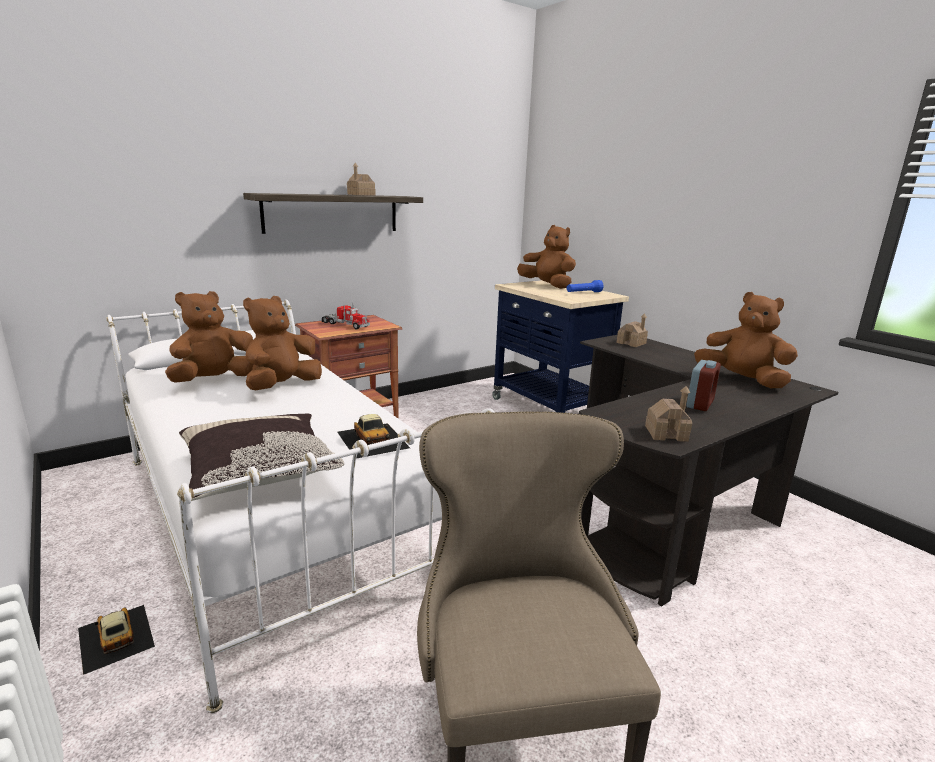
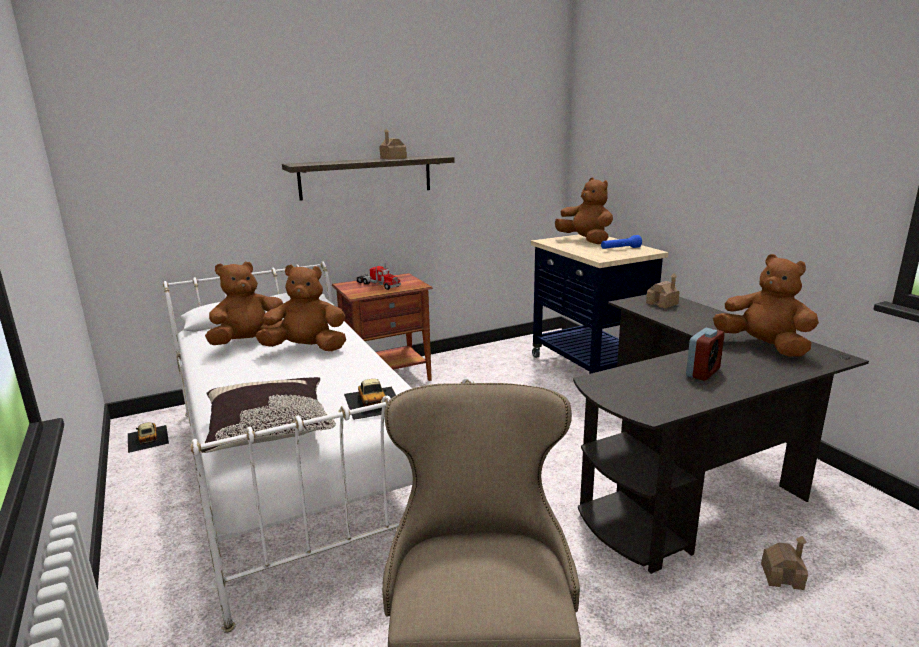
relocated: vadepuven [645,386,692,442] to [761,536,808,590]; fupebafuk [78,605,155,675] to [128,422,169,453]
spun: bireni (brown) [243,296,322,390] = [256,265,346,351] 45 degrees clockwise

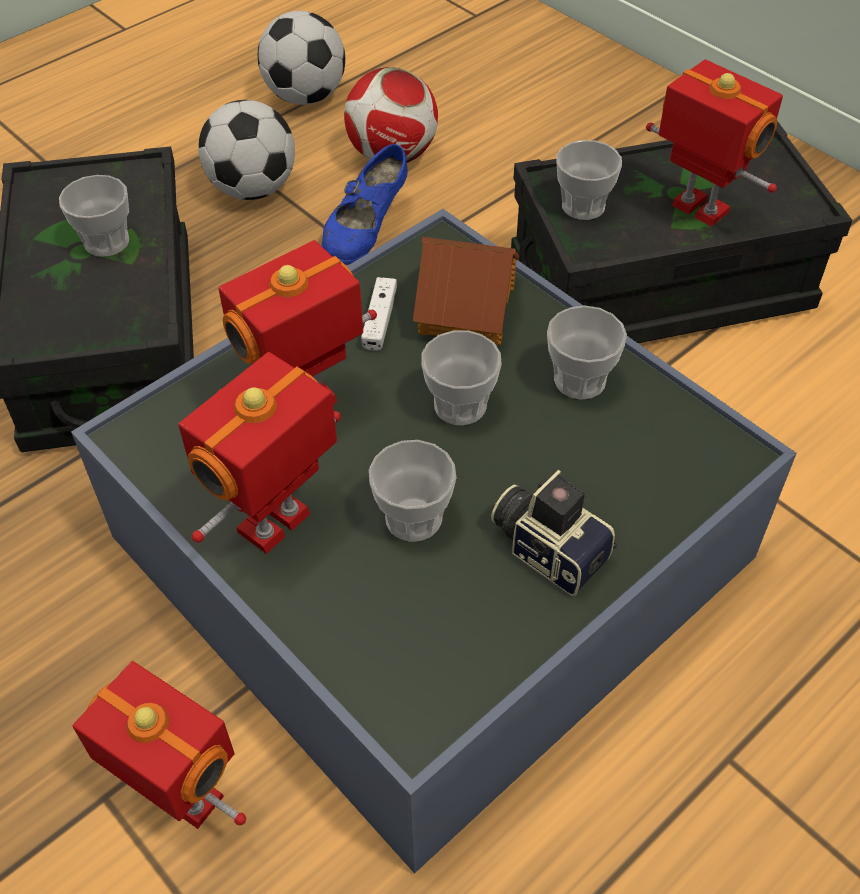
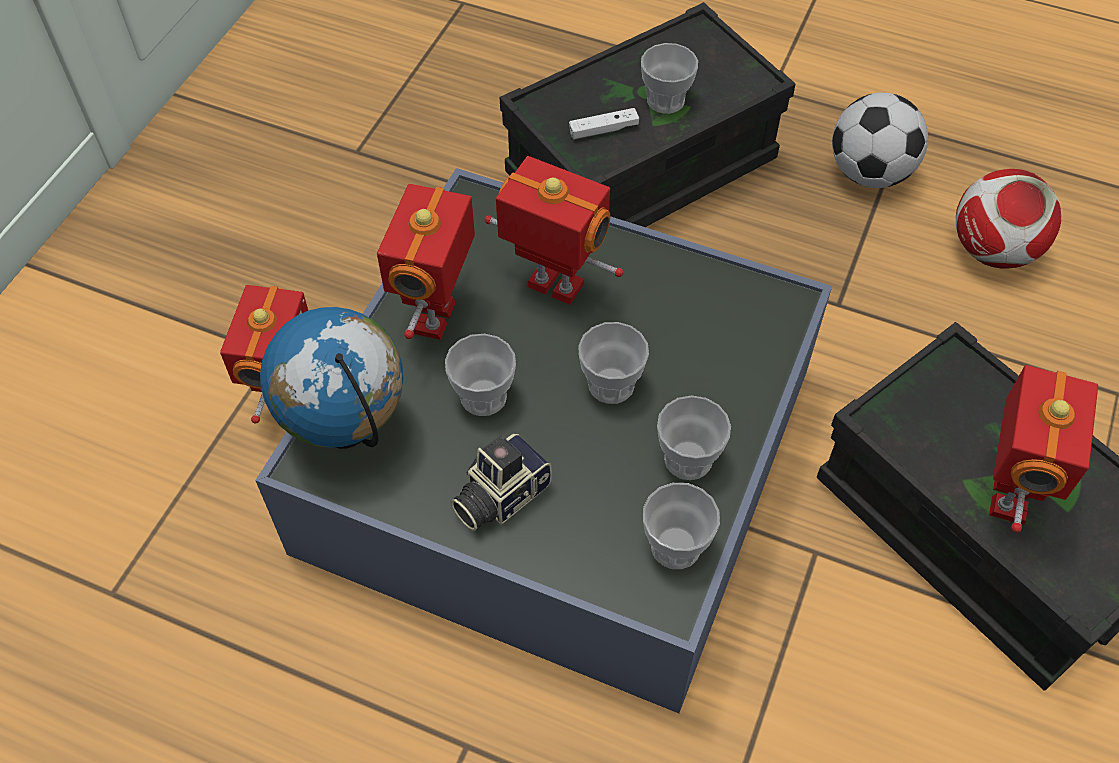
missing: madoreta [258,11,345,105]; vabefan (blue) [321,144,408,265]; vadepuven [413,237,519,346]
appeared: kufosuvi [260,307,403,449]
relocated: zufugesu [557,140,622,220] to [643,483,720,569]; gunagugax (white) [361,277,397,351] to [569,108,639,140]
spun: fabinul [178,352,341,554] = [377,184,475,340] 90 degrees counterclockwise; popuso [491,470,618,596] = [450,434,552,531] 150 degrees counterclockwise

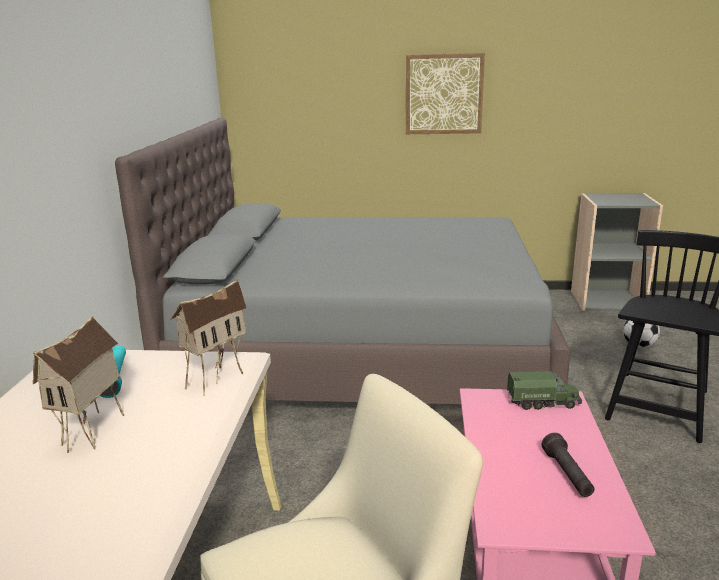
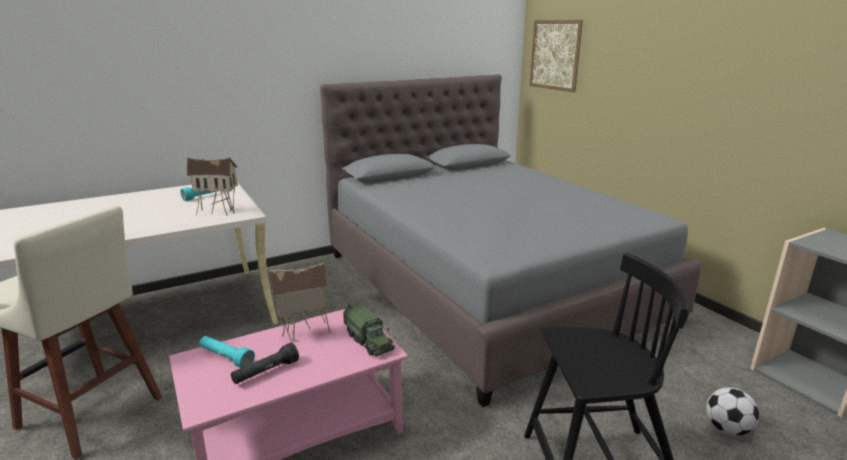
appeared: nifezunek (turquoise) [199,336,255,368]
relocated: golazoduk [406,52,485,134] to [530,18,583,93]; vadepuven [33,316,124,453] to [269,263,330,343]

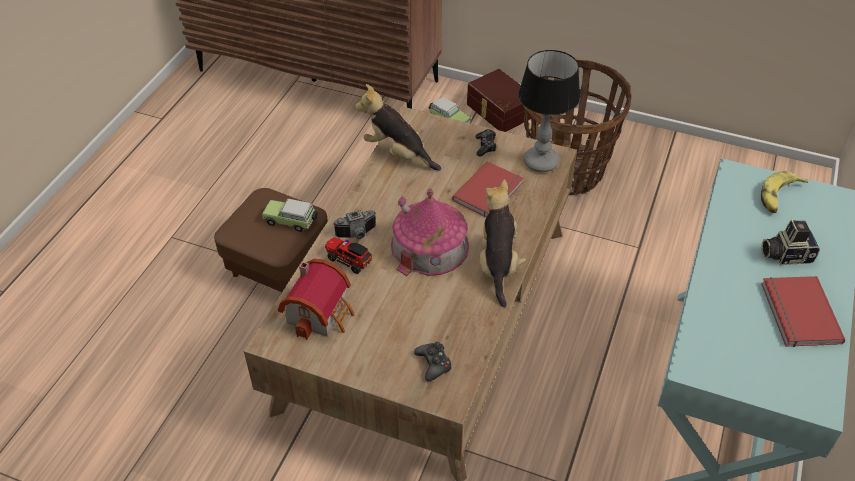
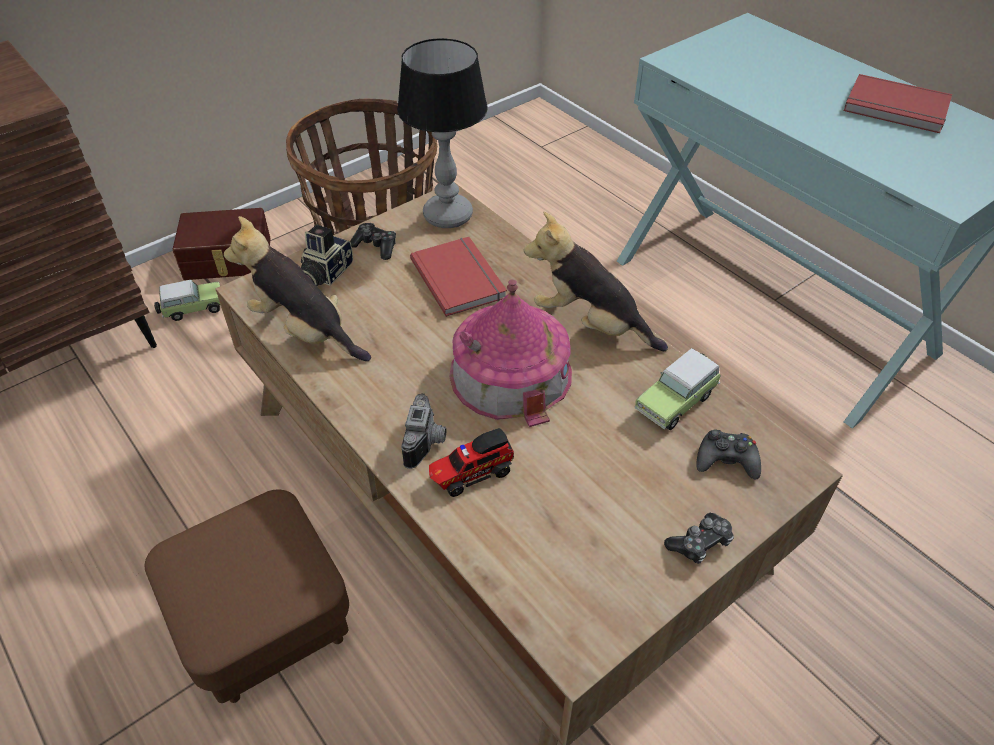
missing: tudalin [761,171,808,213]; vadepuven [278,259,354,340]
appeared: gunagugax [664,513,734,564]
relocated: fupebafuk [262,199,318,232] to [635,348,721,430]; popuso [761,219,820,265] to [301,225,353,286]
spun: bireni [355,84,441,171] = [224,216,371,361] 60 degrees clockwise

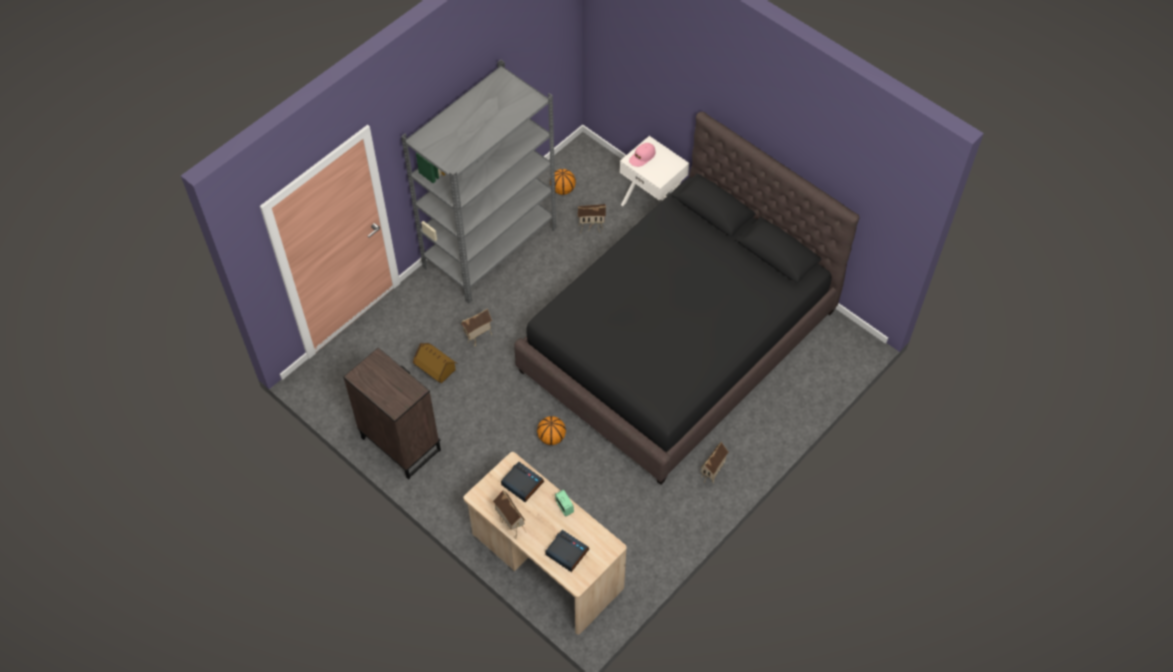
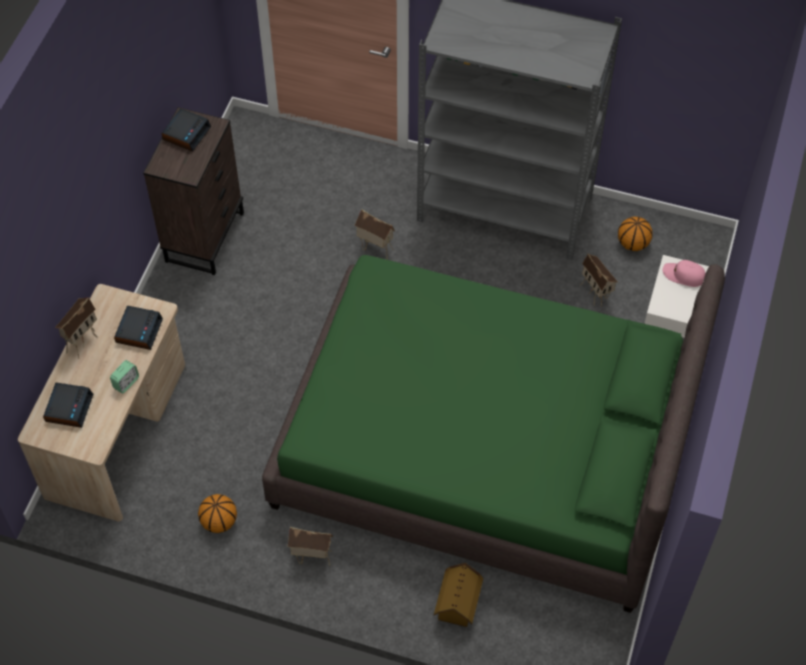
appeared: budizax [161,108,211,152]
relocated: vadepuven [413,343,457,384] to [433,563,483,627]; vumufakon [537,416,566,445] to [198,494,237,533]
colour: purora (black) [514,112,859,485] to purora (green) [262,255,725,613]

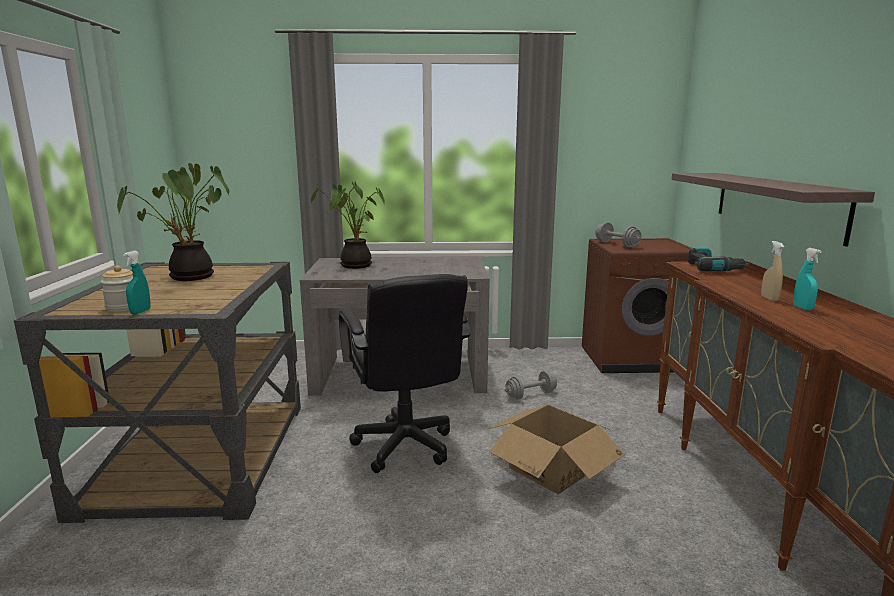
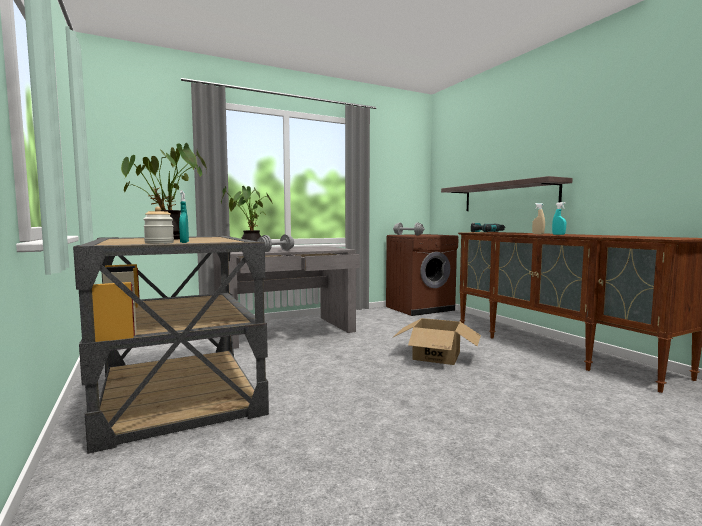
missing: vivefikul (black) [339,274,471,473]
relocated: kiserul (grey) [505,371,557,399] to [257,234,294,252]

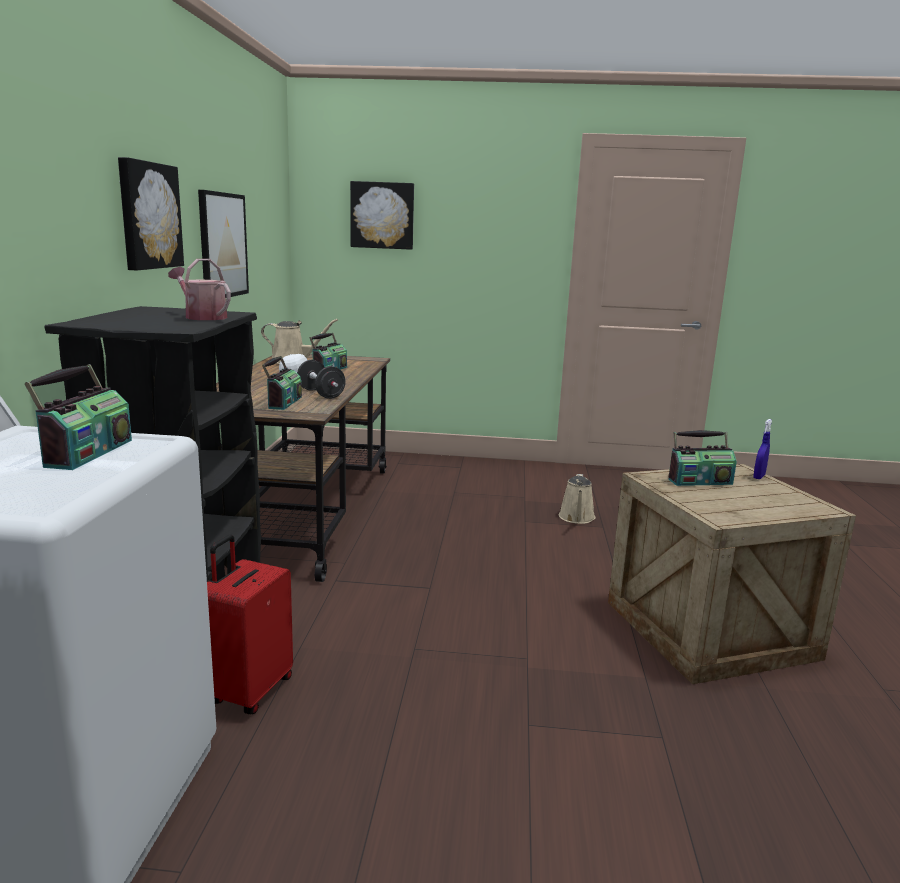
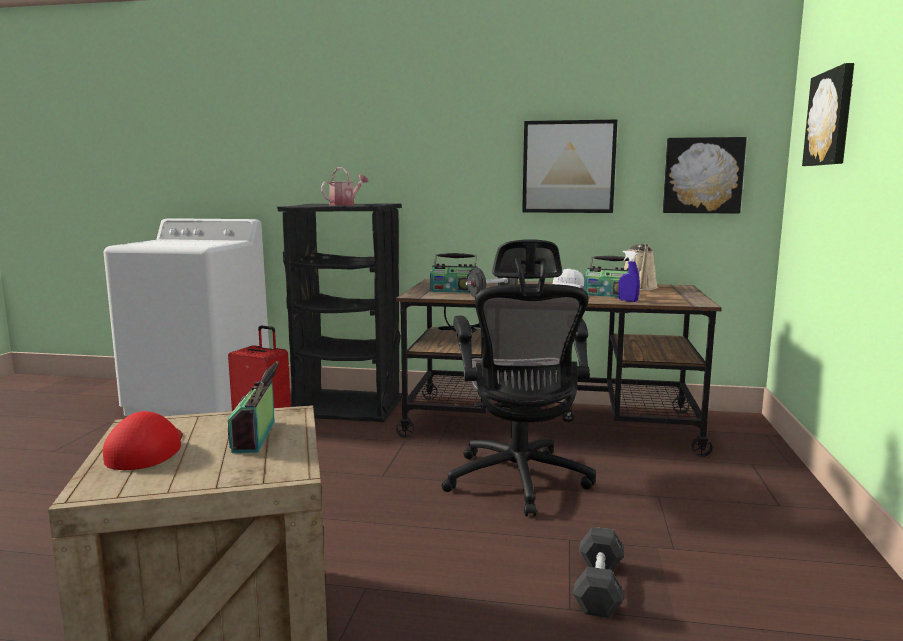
missing: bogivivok [25,364,132,470]
appeared: vivefikul [441,239,596,516]; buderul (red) [103,411,183,470]
relocated: golazoduk [118,157,184,270] to [663,137,747,214]; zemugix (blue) [753,419,772,479] to [618,251,640,302]
exchanged: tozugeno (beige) [559,474,595,524] to kiserul (grey) [573,527,624,618]

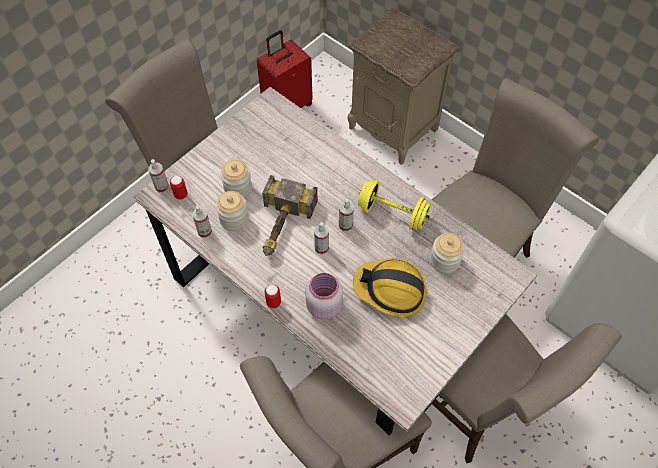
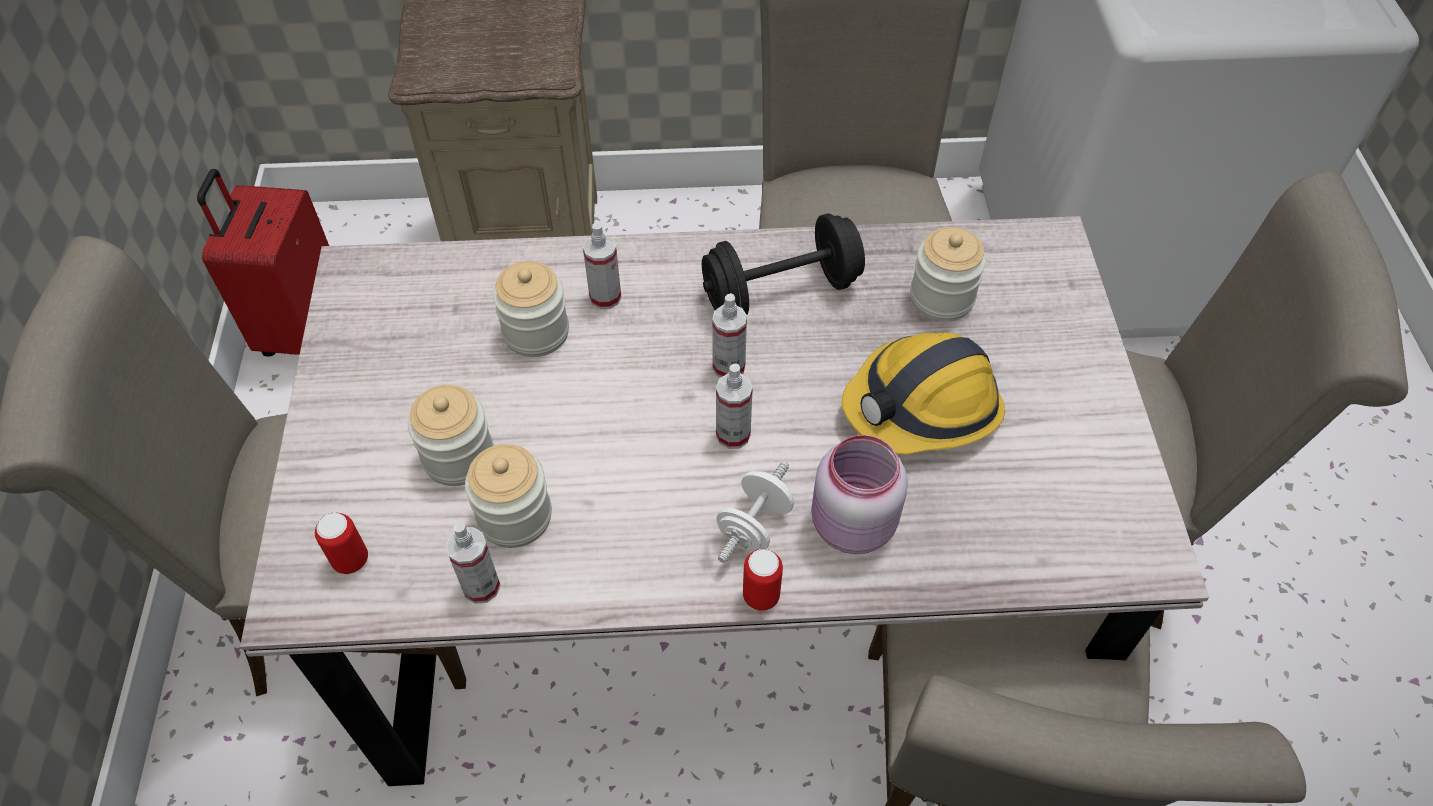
missing: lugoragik [262,175,318,256]
appeared: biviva [493,261,569,357]; kiserul (white) [716,461,794,563]
relocated: zemugix [148,159,169,193] to [583,223,621,309]
colour: kiserul (yellow) [358,180,431,230] to kiserul (black) [702,213,865,315]

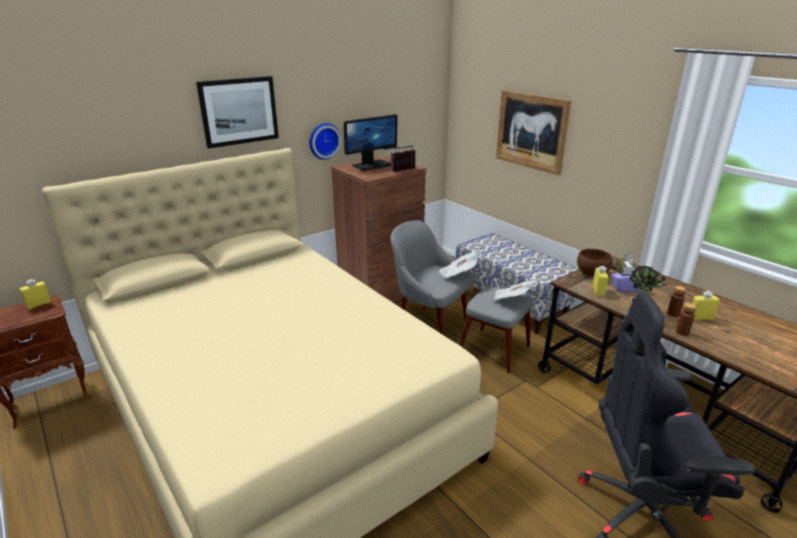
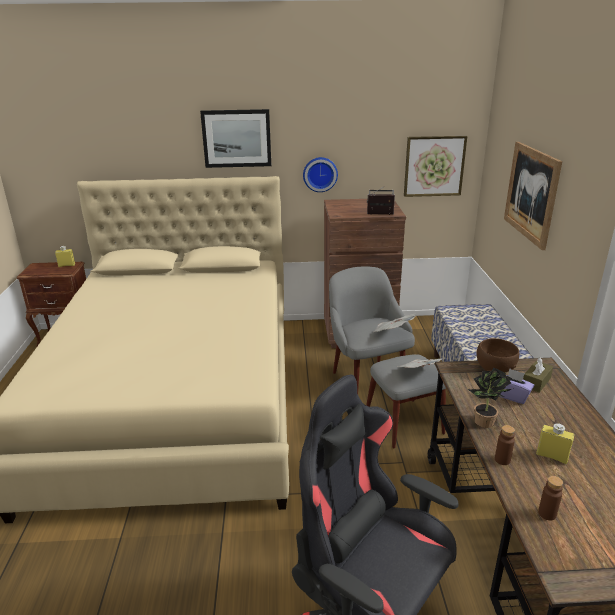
missing: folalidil [344,114,398,171]; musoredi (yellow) [592,266,608,297]
appeared: golazoduk [404,136,467,197]
relocated: musoredi (brown) [667,286,686,317] to [538,476,563,520]

